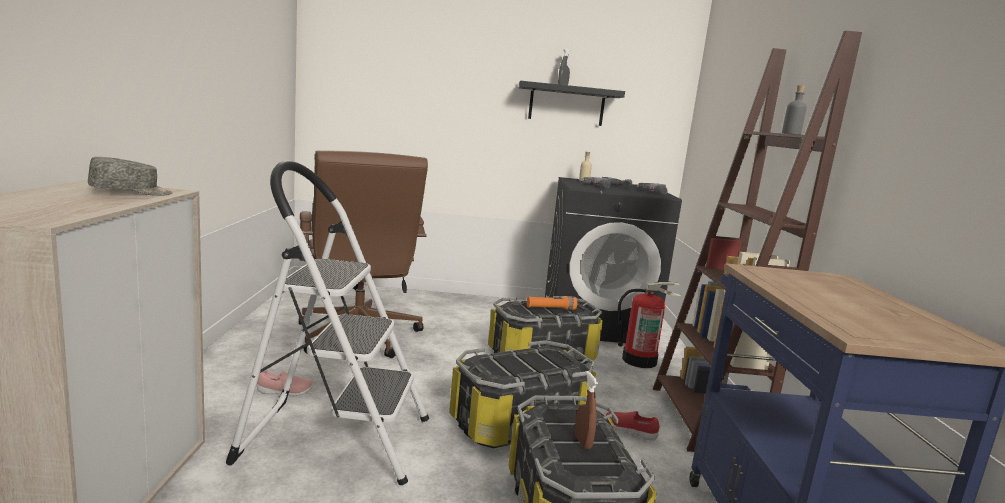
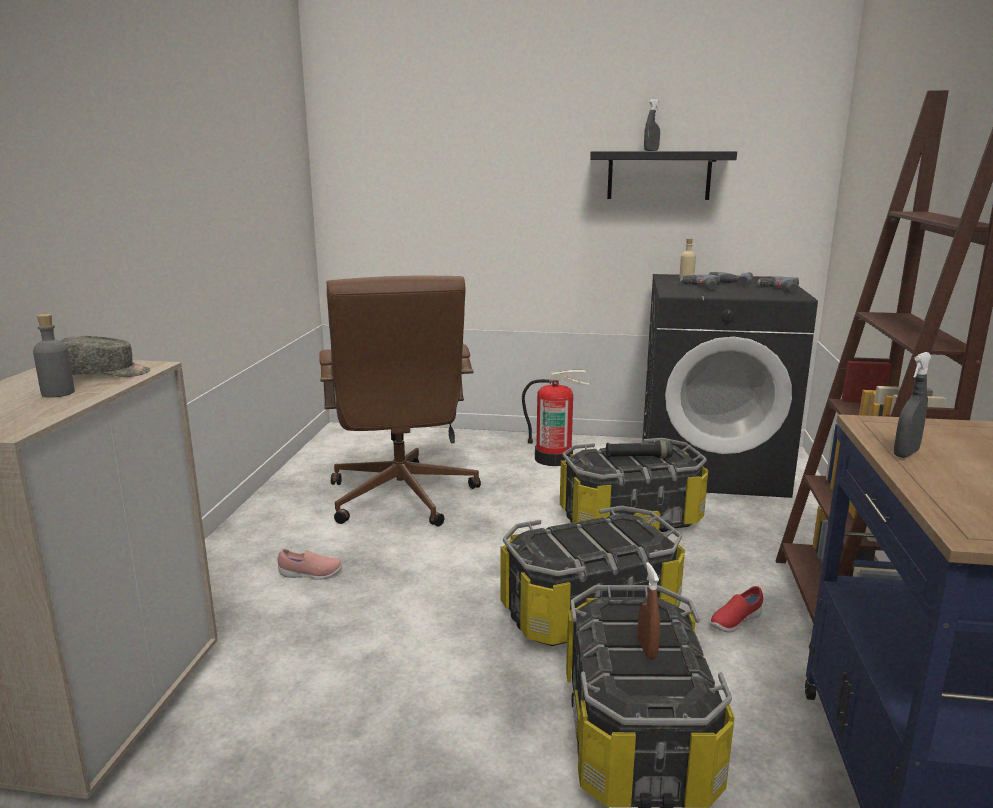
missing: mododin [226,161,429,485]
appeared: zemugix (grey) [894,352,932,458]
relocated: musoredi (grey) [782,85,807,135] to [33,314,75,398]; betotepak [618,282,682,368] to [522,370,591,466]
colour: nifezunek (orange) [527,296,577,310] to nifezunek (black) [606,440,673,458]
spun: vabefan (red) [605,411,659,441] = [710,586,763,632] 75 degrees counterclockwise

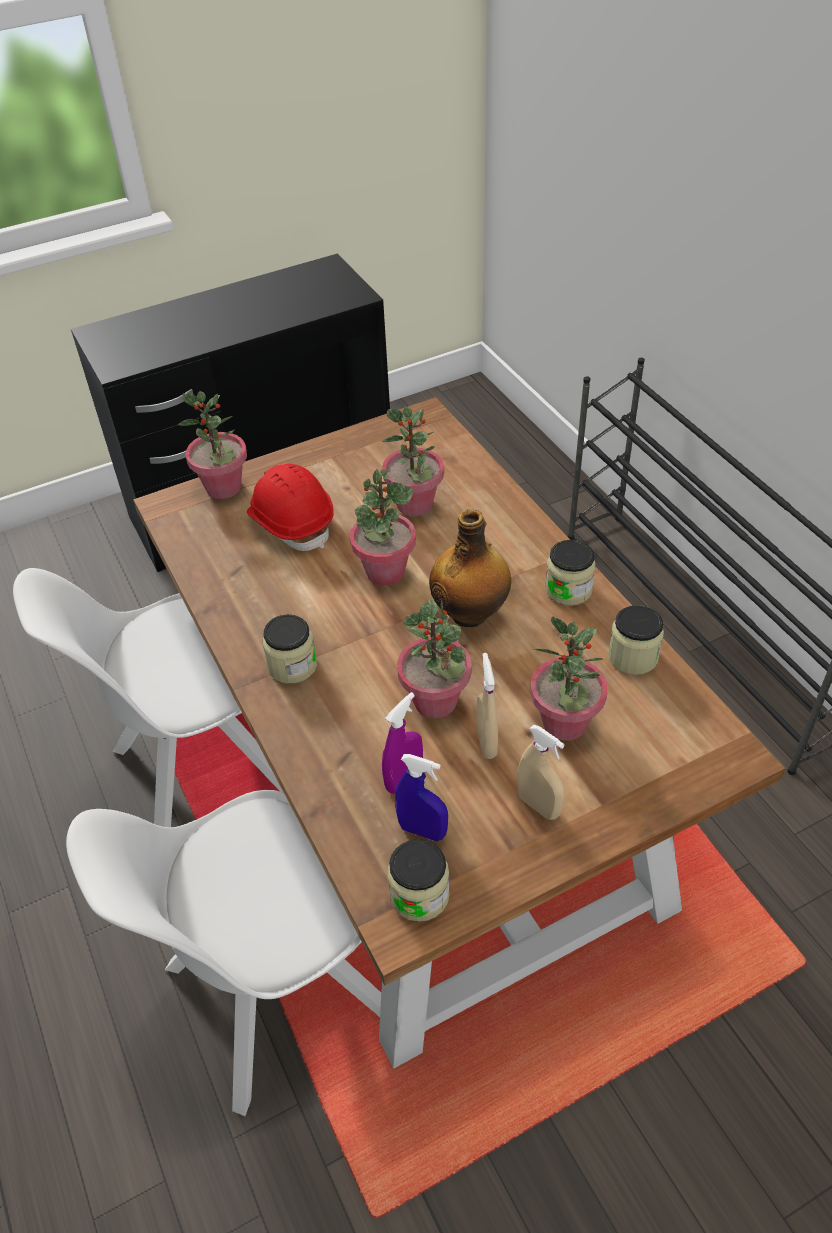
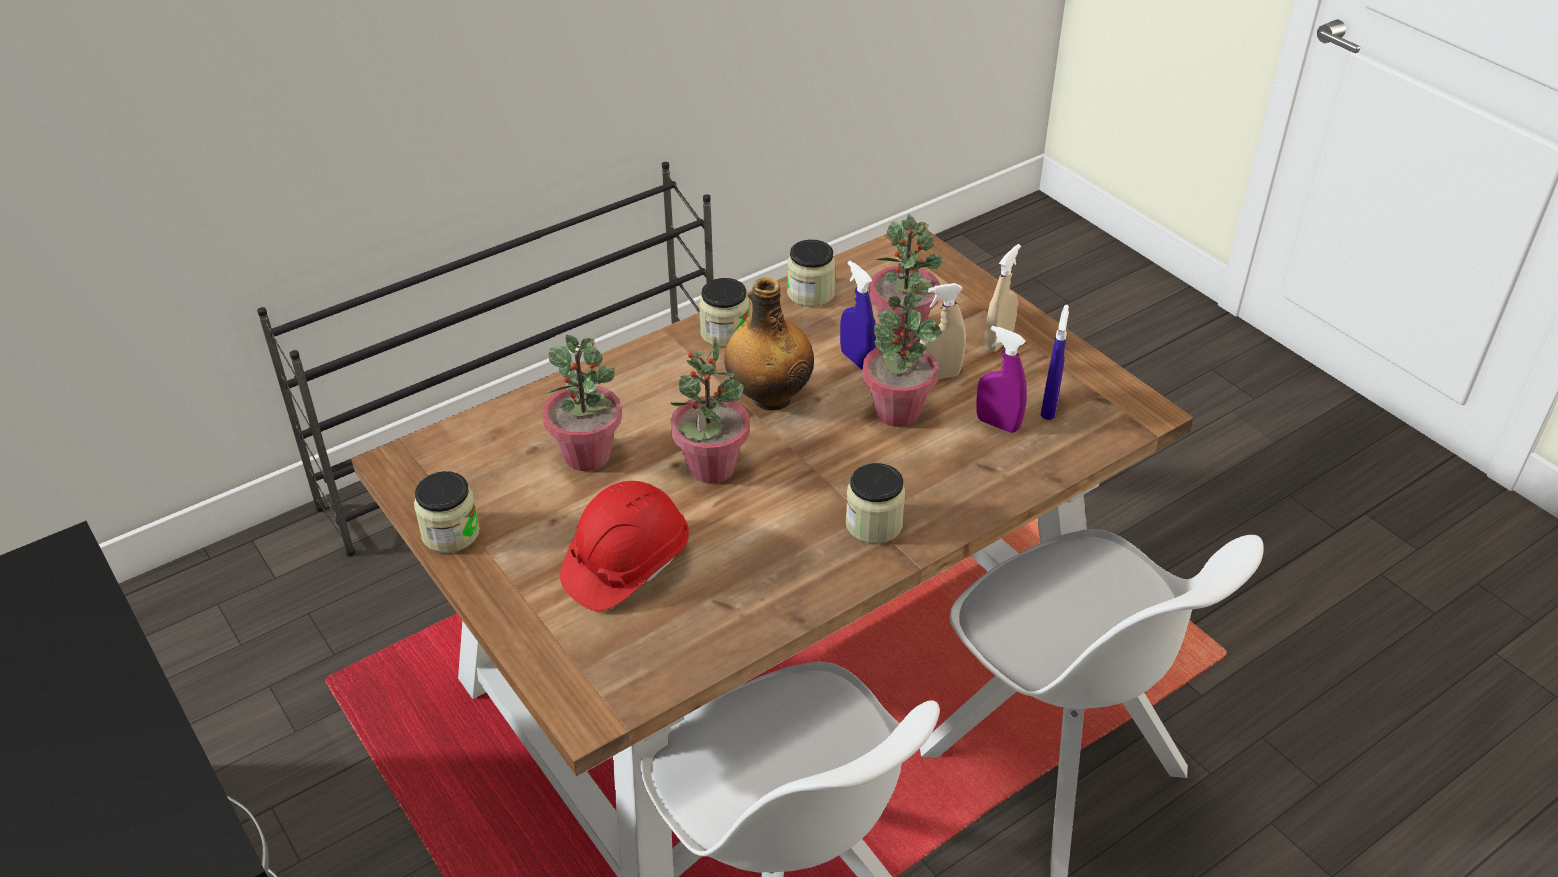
missing: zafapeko [178,391,247,499]
appeared: zemugix (blue) [840,261,876,370]
relocated: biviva [387,839,449,922] to [414,471,480,553]

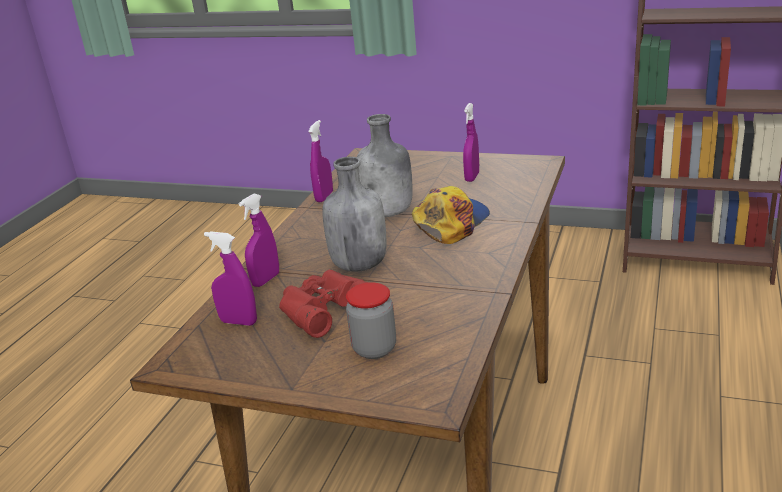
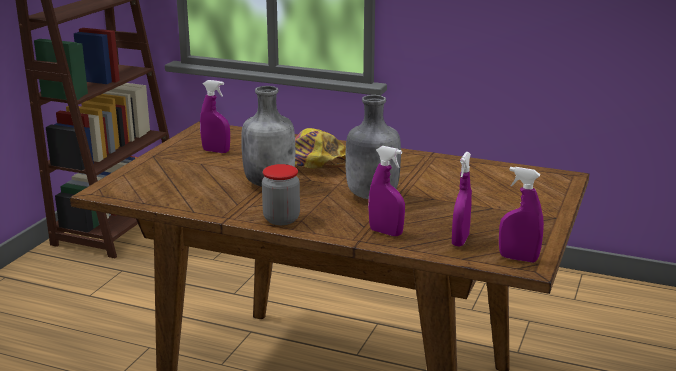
missing: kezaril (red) [279,270,369,338]
relocated: zemugix (purple) [308,120,333,202] to [499,167,544,262]; biviva [346,282,396,359] to [262,164,300,225]

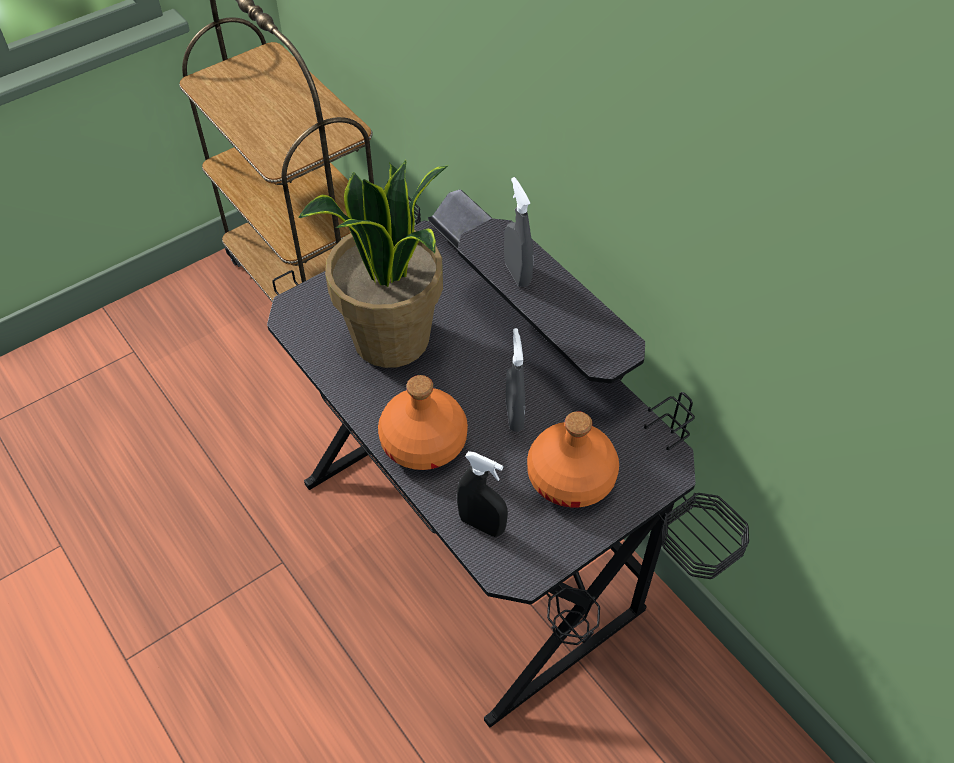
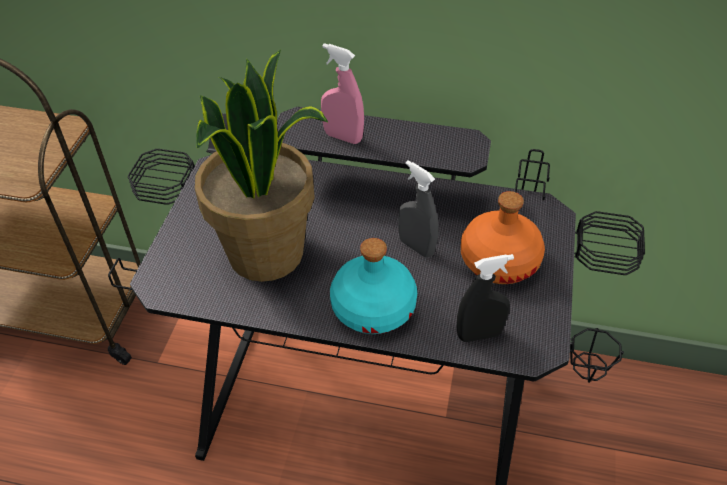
colour: zemugix (grey) [504,177,534,287] to zemugix (pink) [321,43,364,144]; musoredi (orange) [378,375,468,470] to musoredi (turquoise) [330,238,417,334]

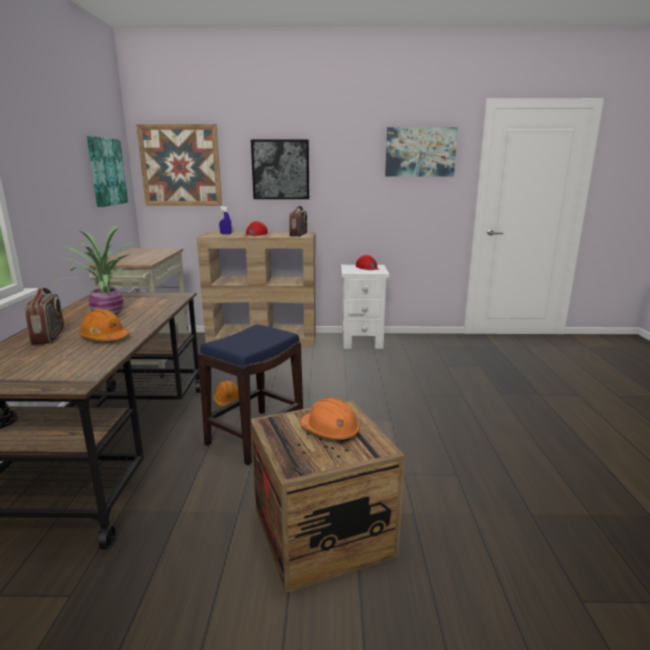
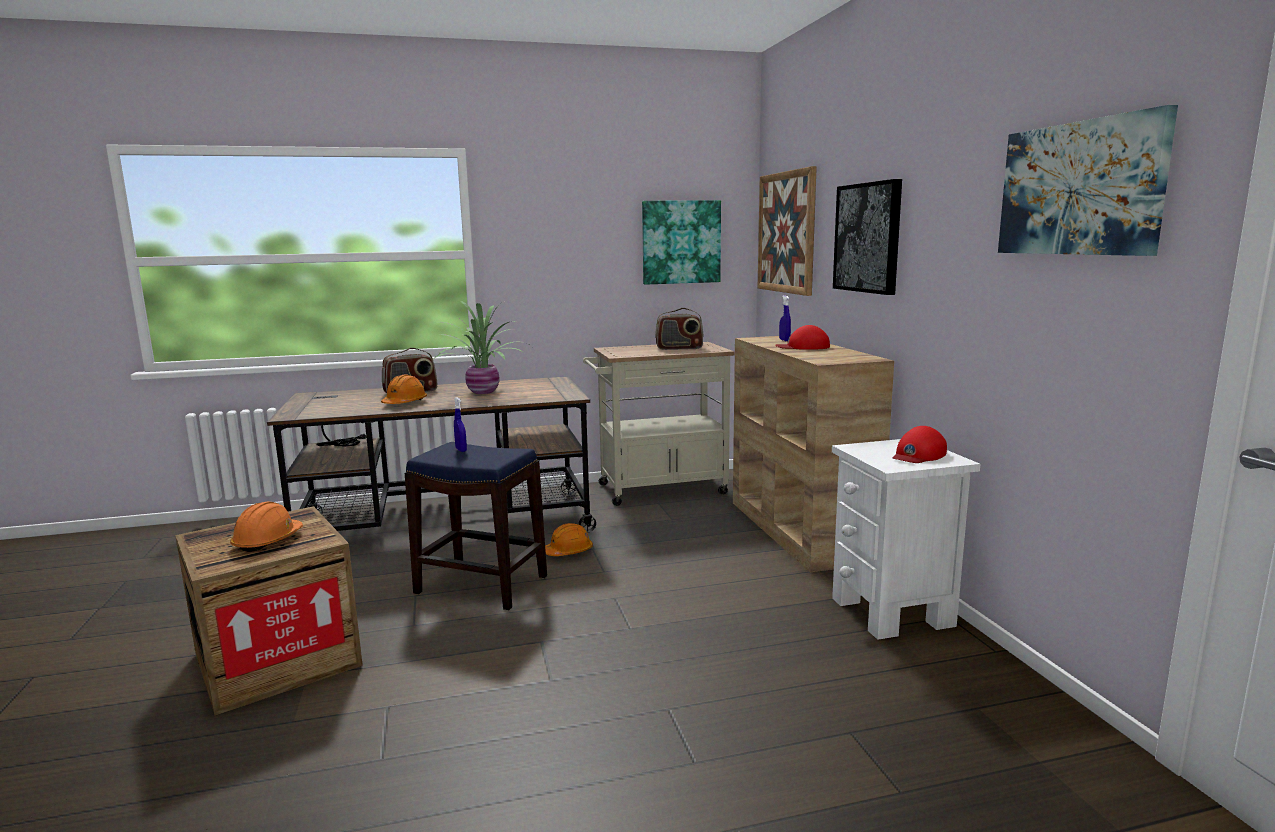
appeared: zemugix (blue) [454,397,467,452]
relocated: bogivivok [289,206,307,236] to [655,308,704,350]

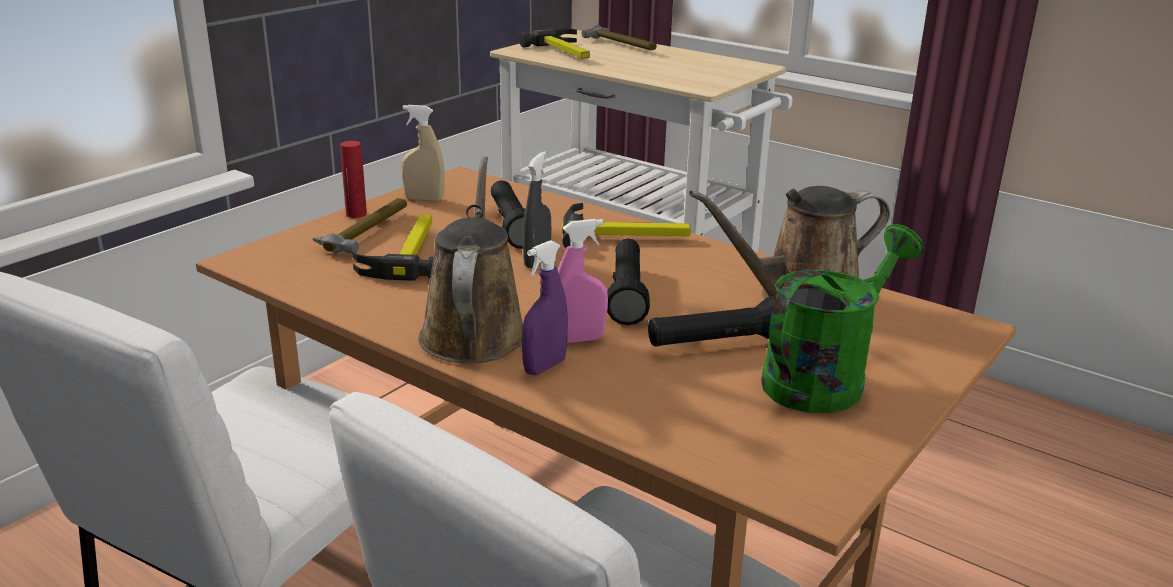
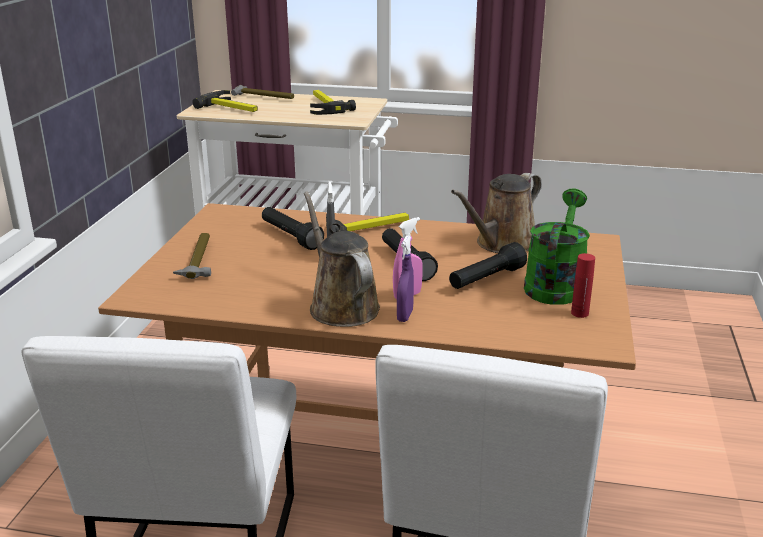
missing: zemugix (beige) [401,105,445,201]
relocated: musoredi (red) [340,141,367,218] to [571,253,595,318]; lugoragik [352,215,433,281] to [310,90,356,115]

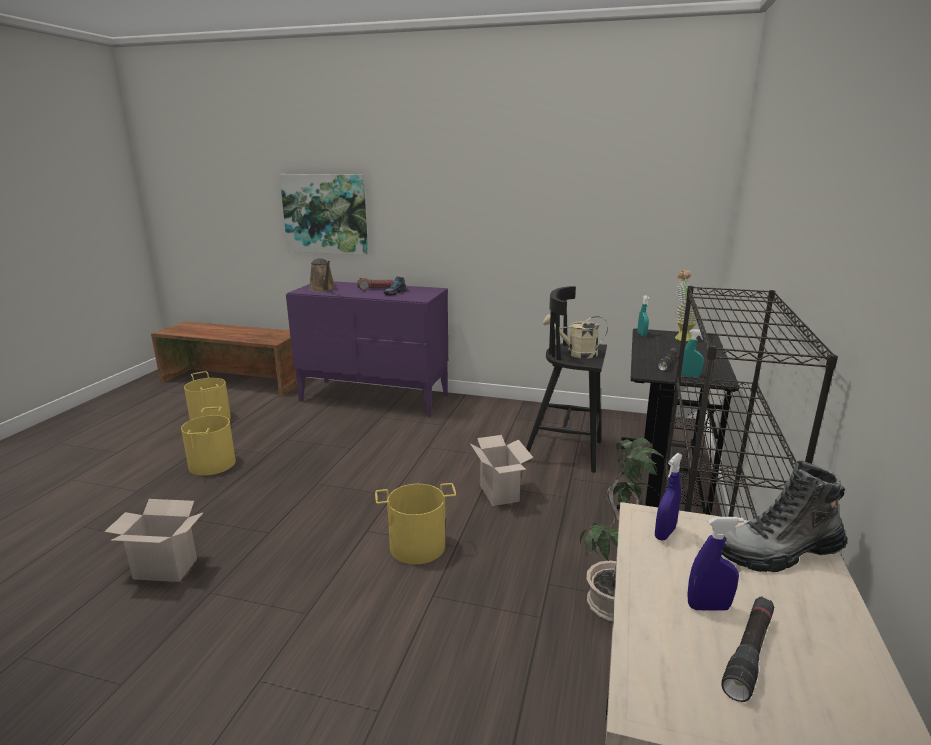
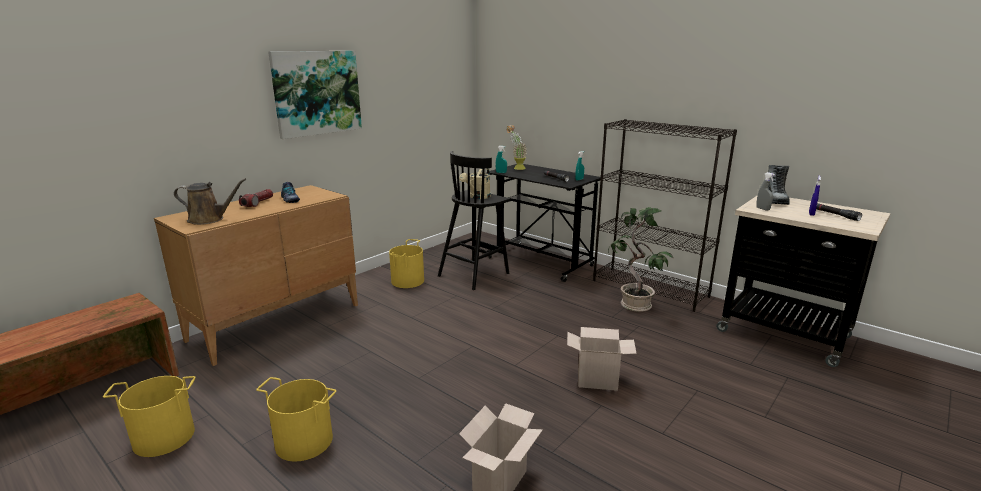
relocated: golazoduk [279,174,368,255] to [268,51,362,139]; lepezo [470,435,534,506] to [567,327,637,391]; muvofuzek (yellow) [375,483,456,564] to [389,239,424,288]
colour: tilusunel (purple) [286,281,449,417] to tilusunel (brown) [154,185,358,366]; zemugix (blue) [655,453,683,541] to zemugix (grey) [756,172,776,210]

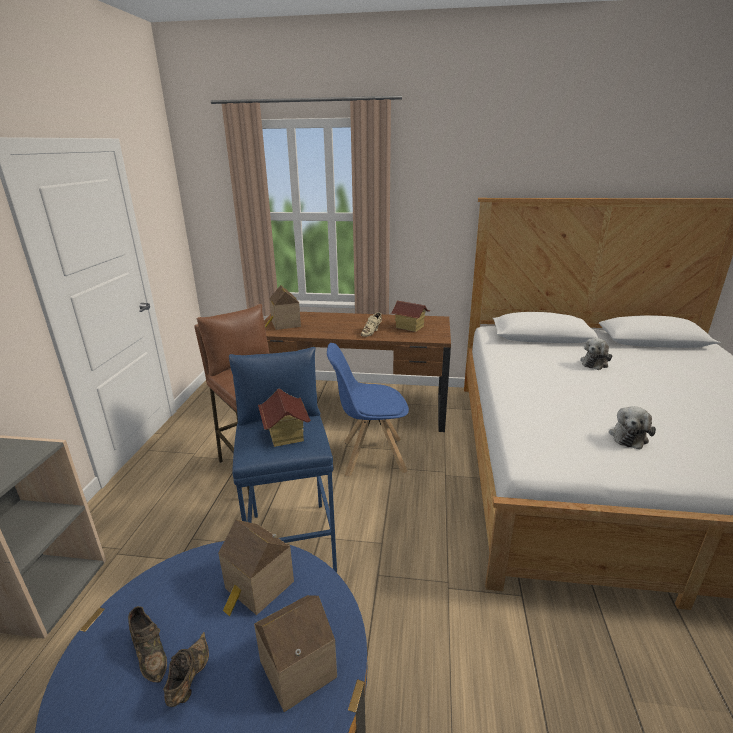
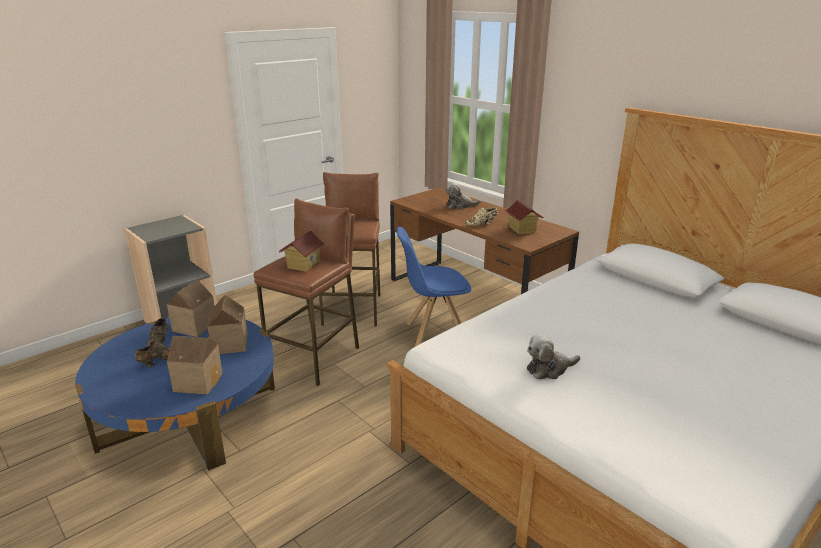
relocated: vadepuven [265,285,301,330] to [167,280,215,337]; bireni [580,338,612,370] to [445,183,481,209]
colour: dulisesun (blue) [229,347,337,572] to dulisesun (brown) [254,198,359,386]
spun: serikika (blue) [327,343,409,477] = [397,227,472,347] 45 degrees counterclockwise

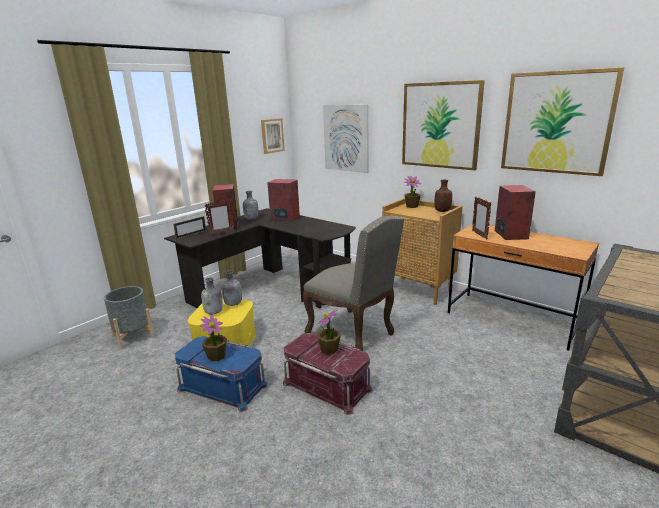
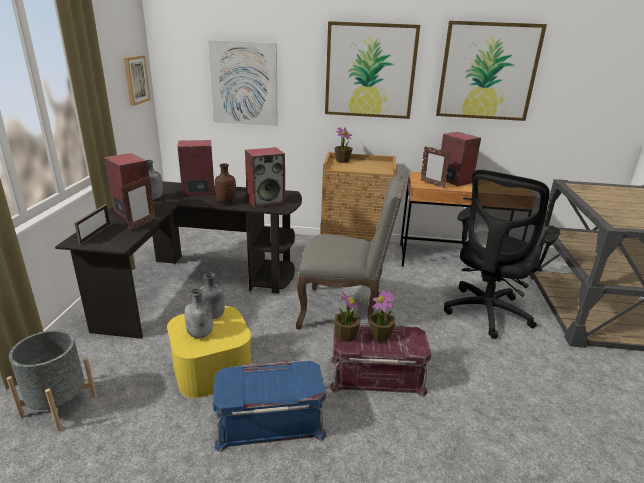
appeared: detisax [245,147,285,208]; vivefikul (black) [444,170,560,339]
relocated: musoredi (brown) [435,180,452,212] to [215,163,236,203]; zafapeko [200,314,227,361] to [334,291,361,342]

